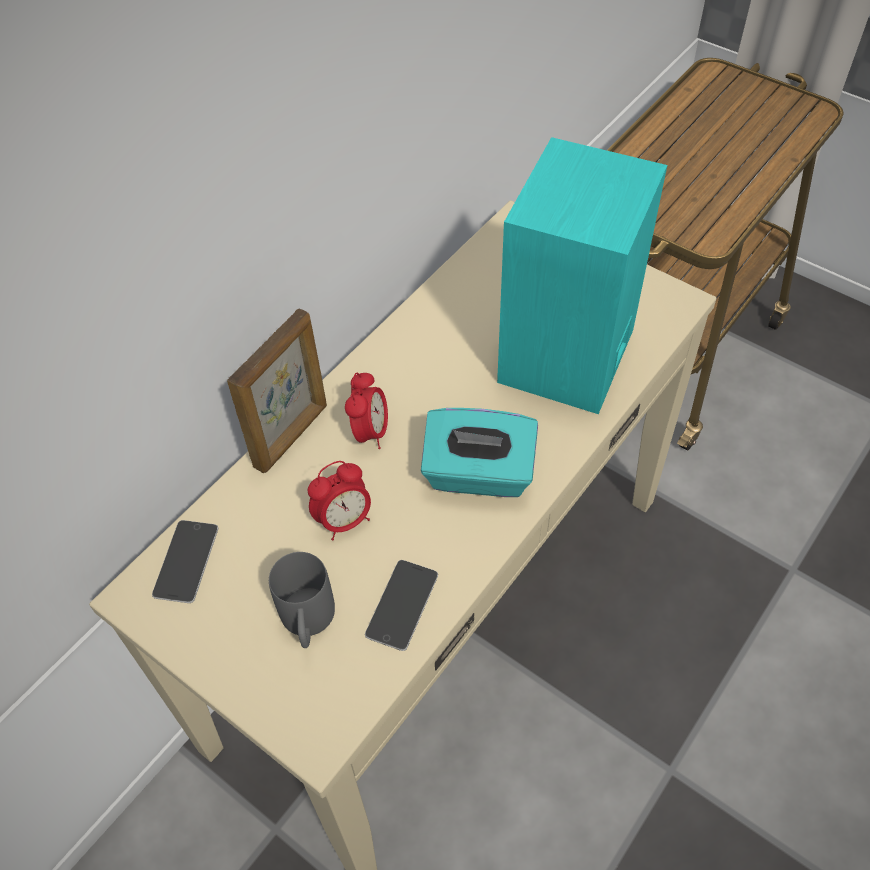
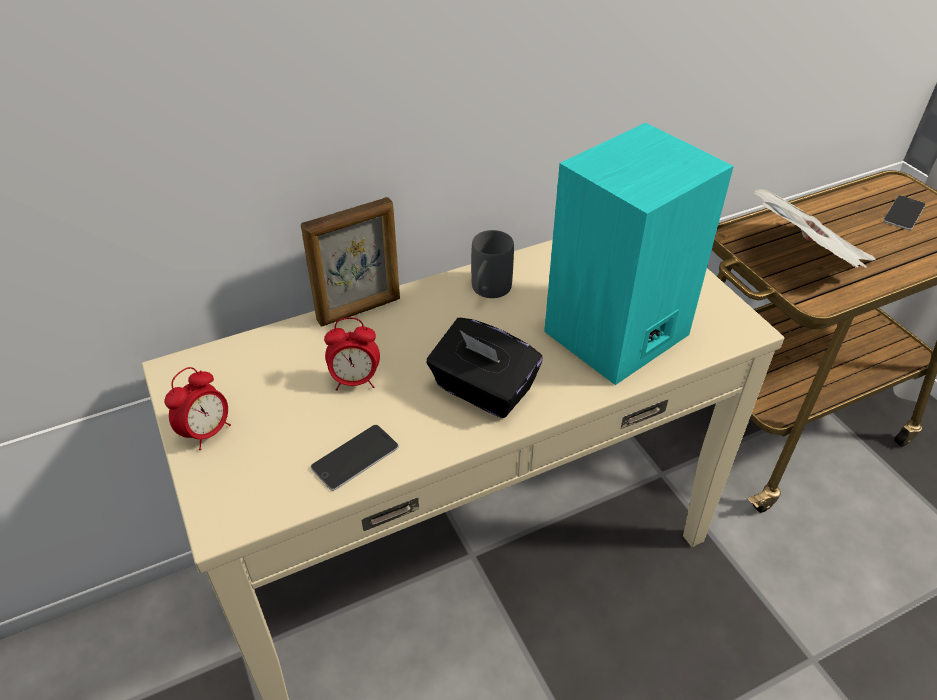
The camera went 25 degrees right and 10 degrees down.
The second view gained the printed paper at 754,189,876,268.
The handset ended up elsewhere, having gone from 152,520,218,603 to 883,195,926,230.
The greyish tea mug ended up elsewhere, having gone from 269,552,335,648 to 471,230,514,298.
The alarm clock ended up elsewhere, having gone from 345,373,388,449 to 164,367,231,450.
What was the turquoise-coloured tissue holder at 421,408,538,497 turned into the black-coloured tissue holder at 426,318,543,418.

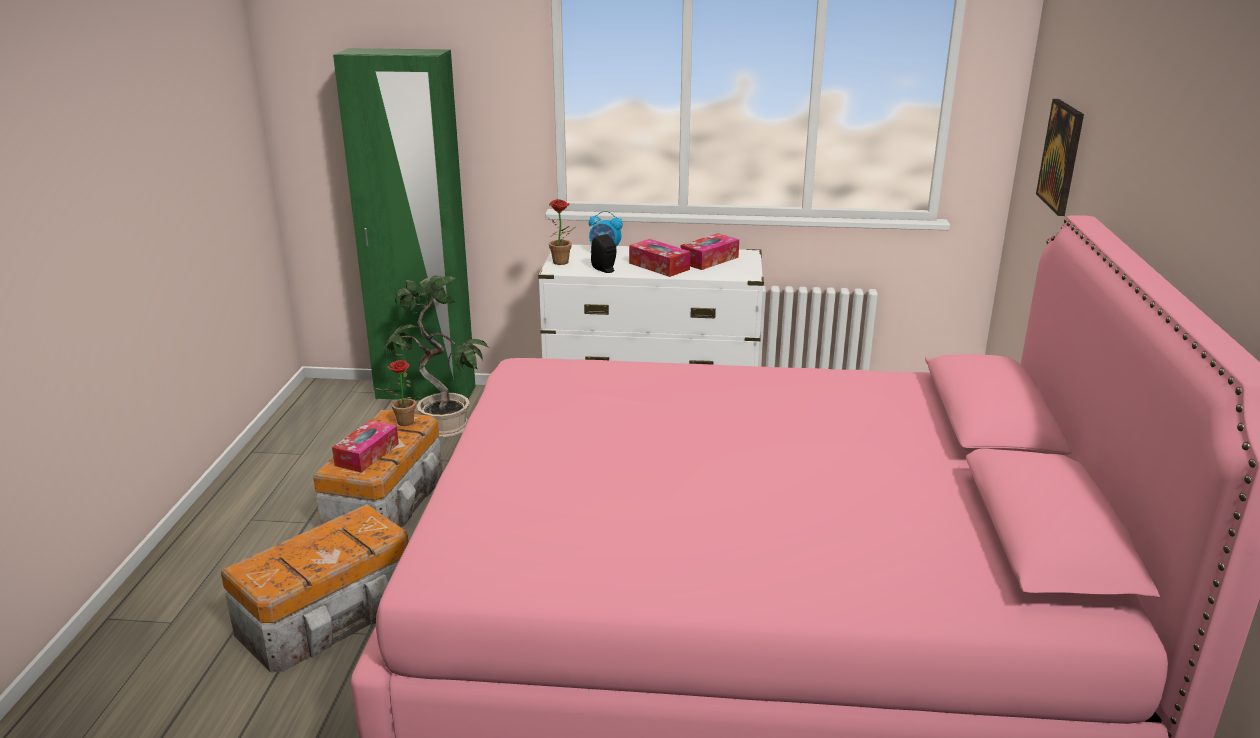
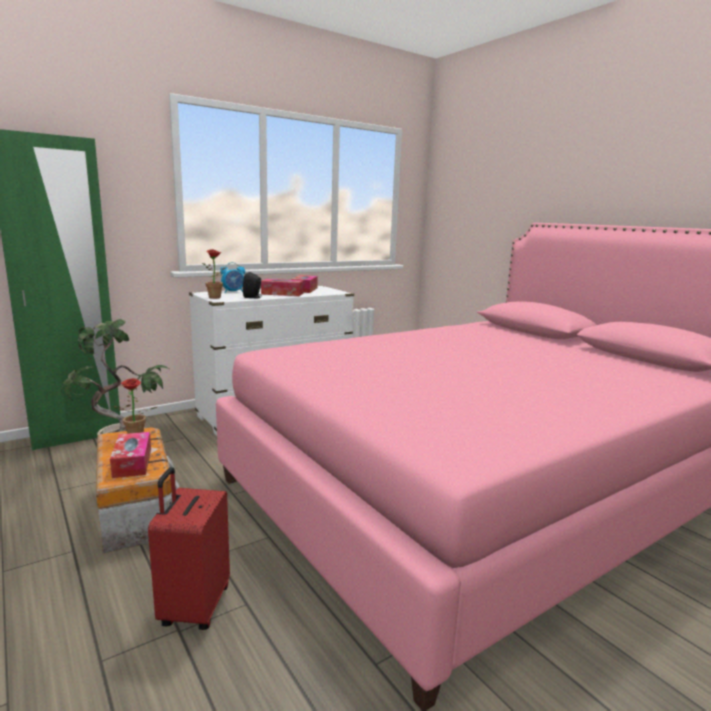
The camera went 40 degrees left and 10 degrees down.
The second view lost the wall art at 1036,99,1084,216.
Where the storage bin stood at 221,504,408,672, the red suitcase came to stand at 148,467,230,630.

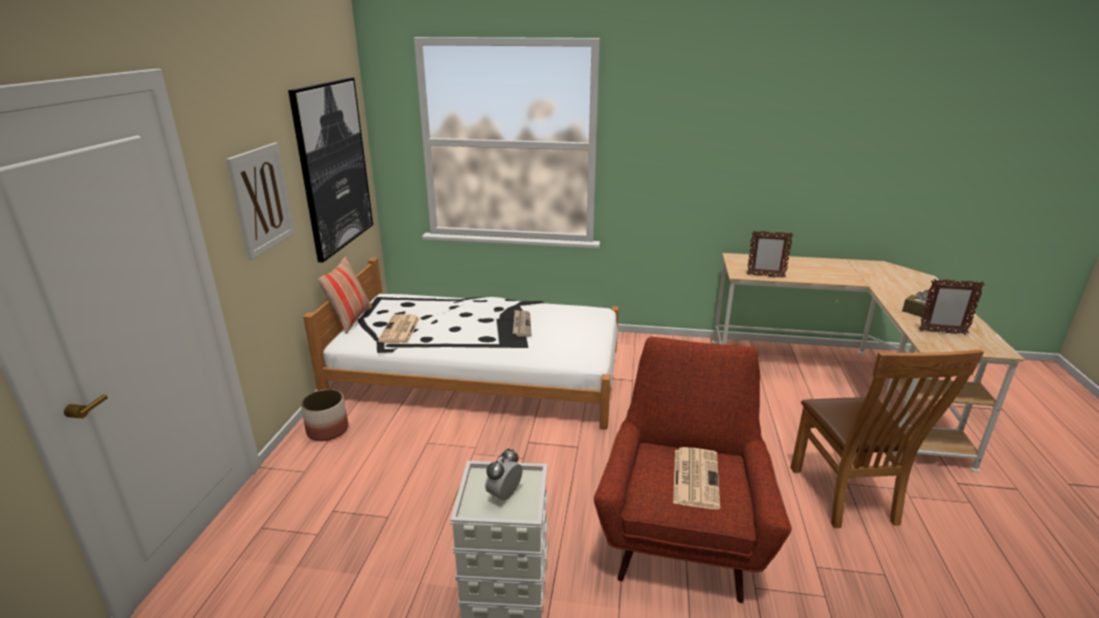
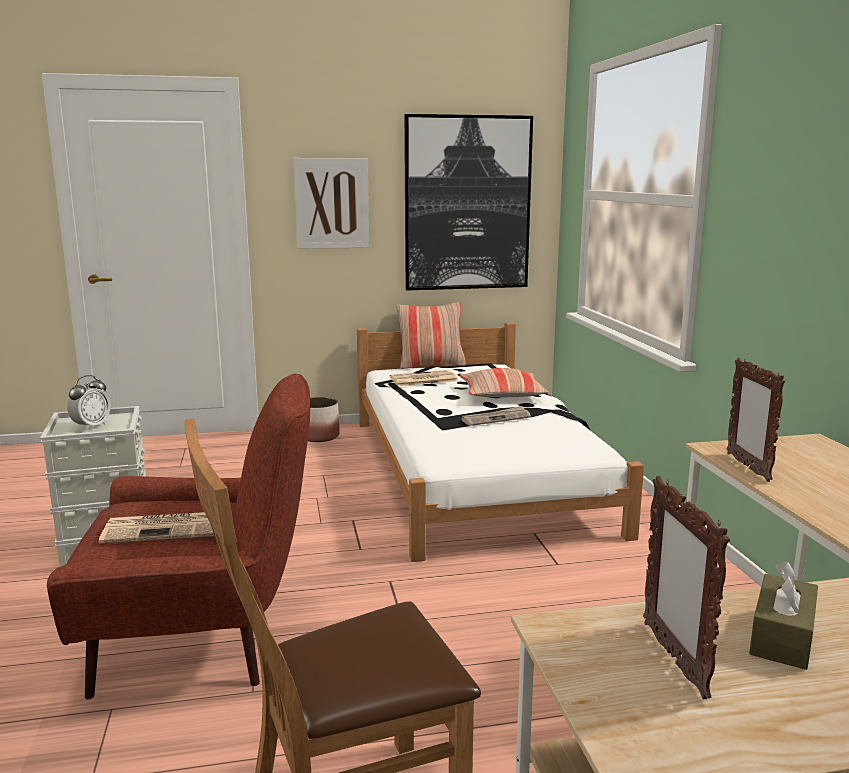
The camera went 70 degrees right and 10 degrees down.
The second view gained the pillow at 459,368,549,397.
The alarm clock at 485,448,522,500 ended up facing another way, 105 degrees clockwise from before.

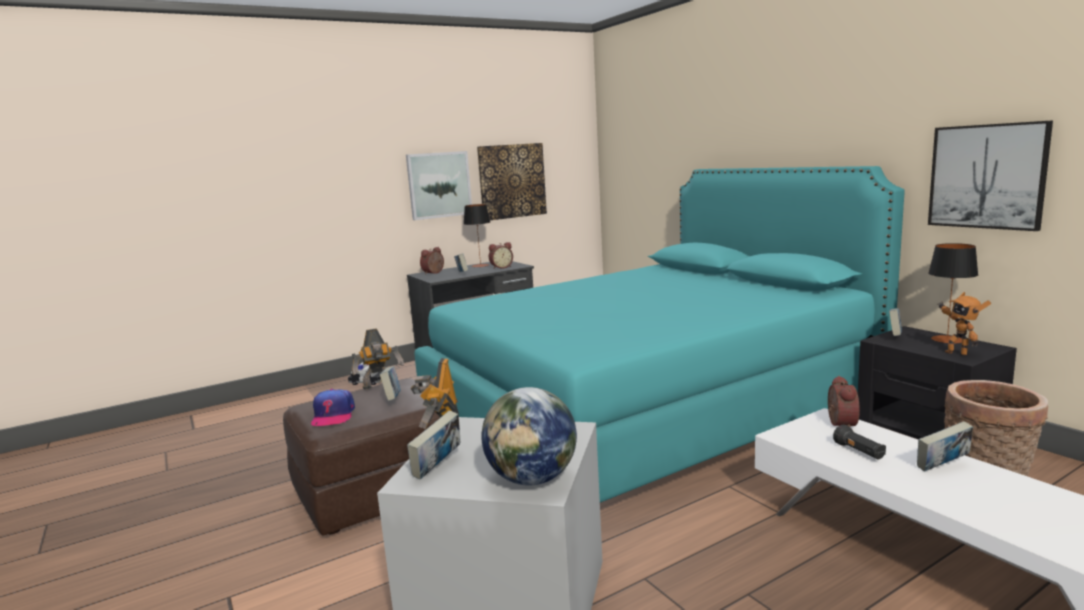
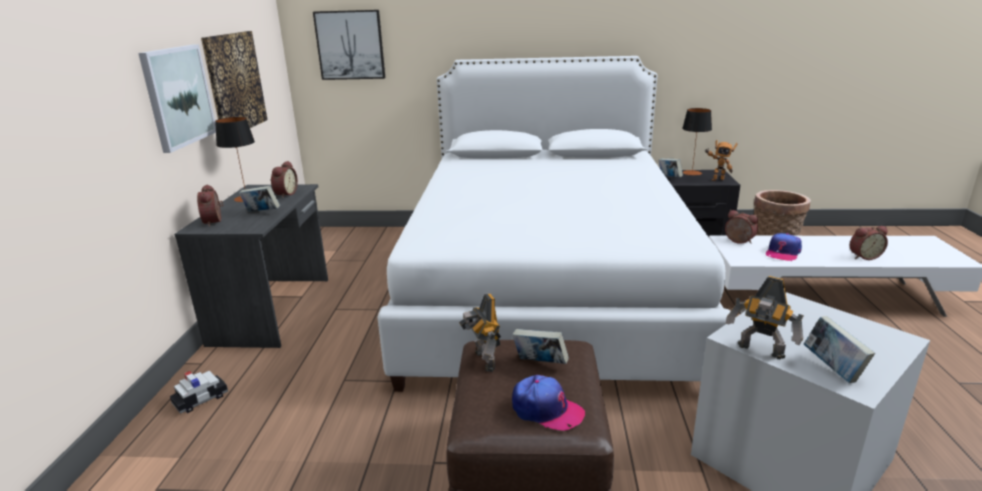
The camera went 55 degrees left and 10 degrees up.
The second view lost the globe at 481,387,577,486.
The second view lost the bound book at 917,421,973,472.
The second view gained the alarm clock at 850,226,888,260.
The wall art ended up elsewhere, having gone from 928,120,1053,231 to 313,10,385,80.
Where the black-coloured flashlight stood at 833,425,886,459, the baseball cap came to stand at 766,233,802,261.
What was the turquoise-coloured sleeping bed at 414,166,905,503 turned into the white-coloured sleeping bed at 377,56,731,392.
The toy robot at 351,329,404,389 ended up facing another way, 150 degrees clockwise from before.

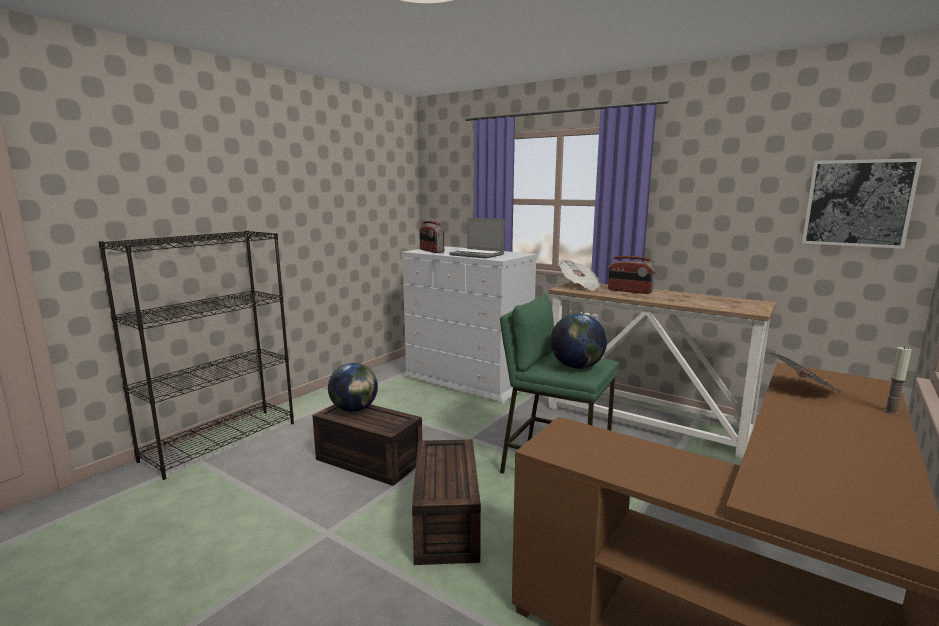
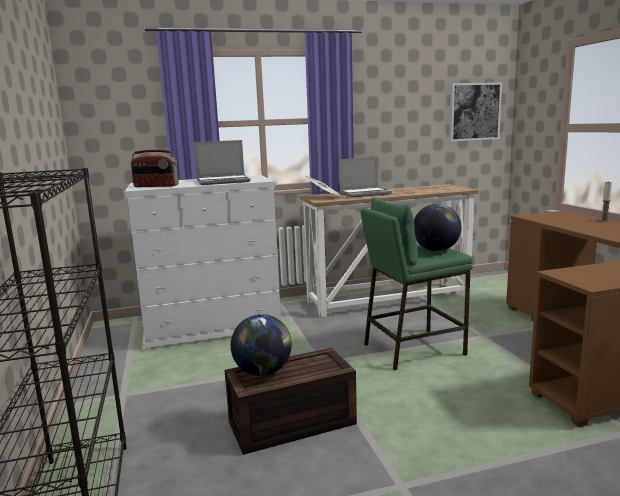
The camera went 50 degrees left and 0 degrees up.
The second view lost the brown-coloured storage bin at 412,439,481,565.
The second view lost the printed paper at 766,352,845,393.
Where the radio stood at 608,256,656,294, the portable computer came to stand at 339,157,392,197.

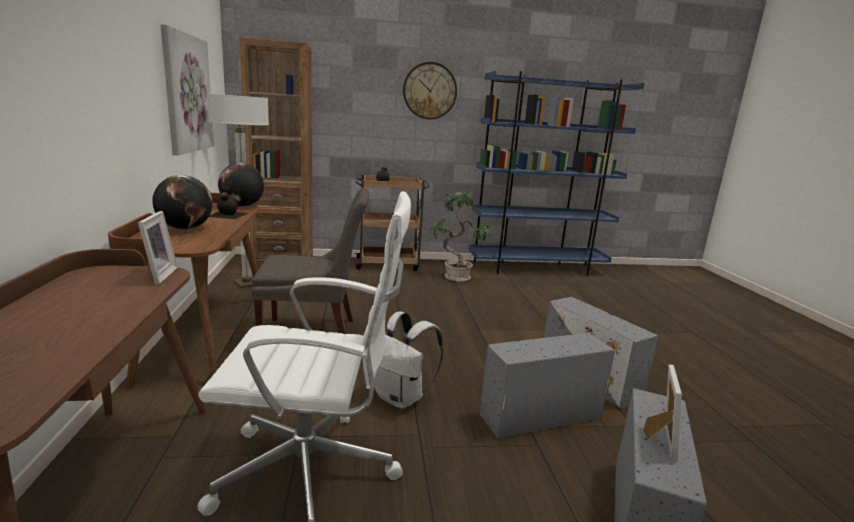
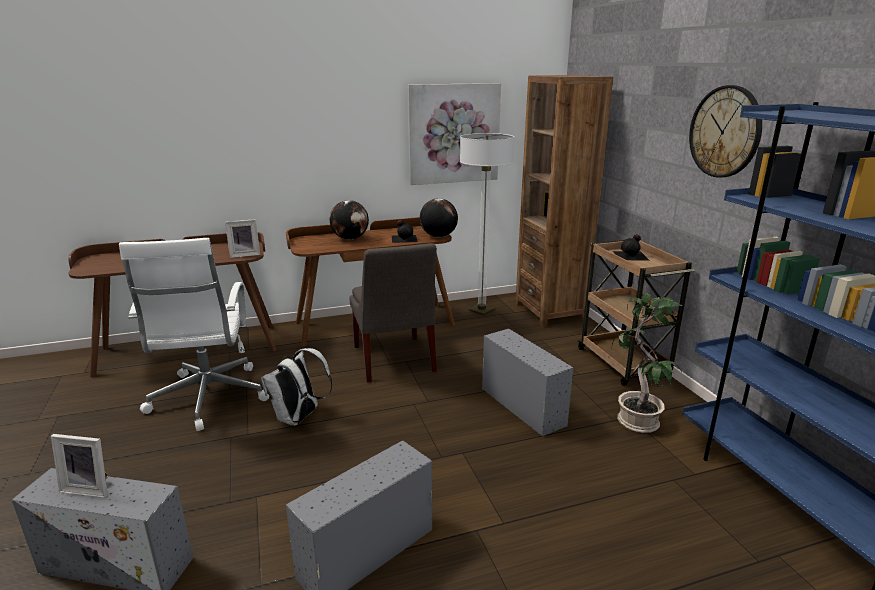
The camera went 80 degrees right and 5 degrees up.
The greyish storage bin ended up elsewhere, having gone from 480,333,615,439 to 482,329,573,436.

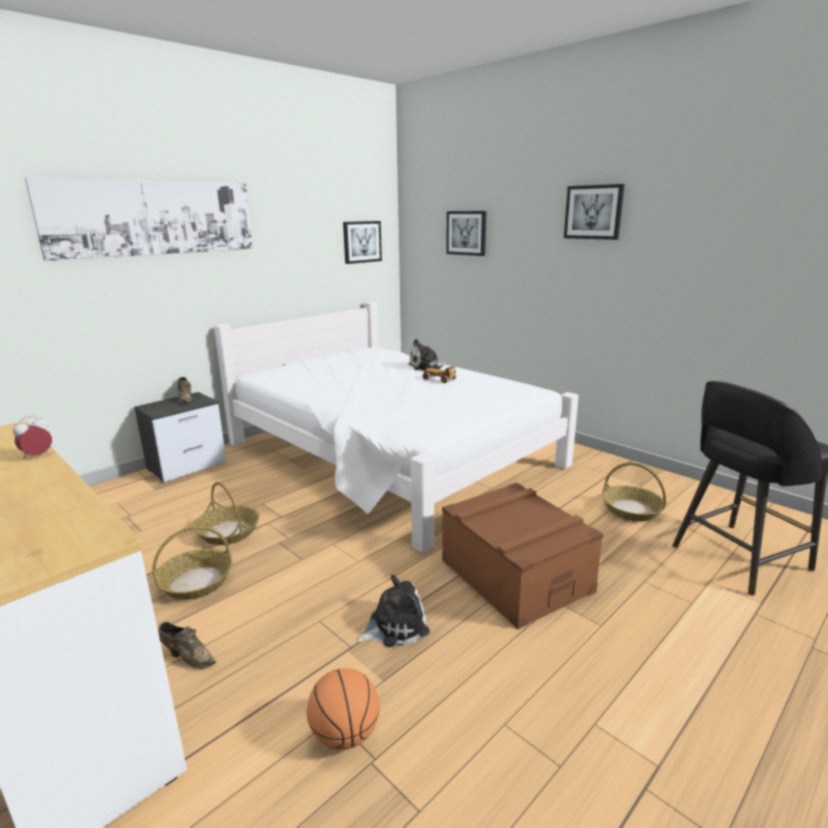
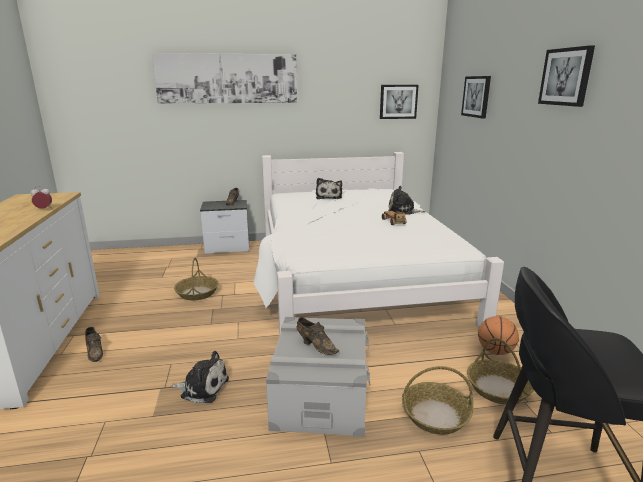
The camera went 35 degrees right and 0 degrees up.
The second view gained the brown-coloured shoe at 296,317,339,355.
The second view gained the soft toy at 316,178,342,199.
The household basket ended up elsewhere, having gone from 152,526,232,600 to 402,366,473,435.
The ball for basketball ended up elsewhere, having gone from 307,668,380,750 to 478,316,519,355.
What was the brown-coloured storage bin at 442,483,603,629 turned into the greyish storage bin at 266,317,370,437.

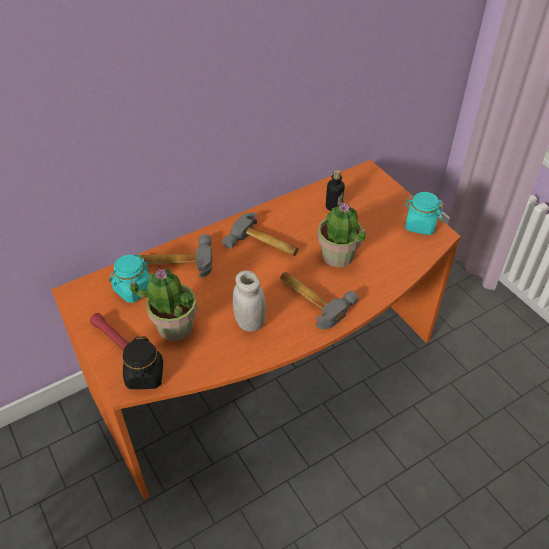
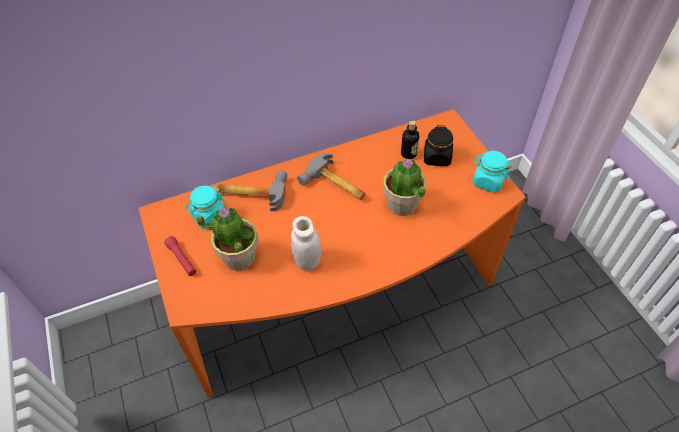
The camera went 10 degrees right and 5 degrees up.
The second view lost the hand hammer at 280,272,359,329.
The black-coloured jar ended up elsewhere, having gone from 123,336,163,389 to 424,125,453,166.

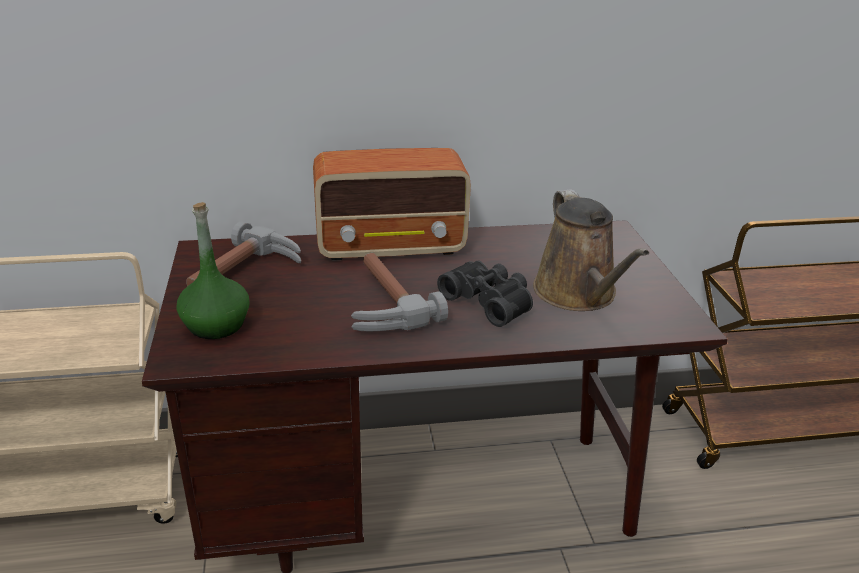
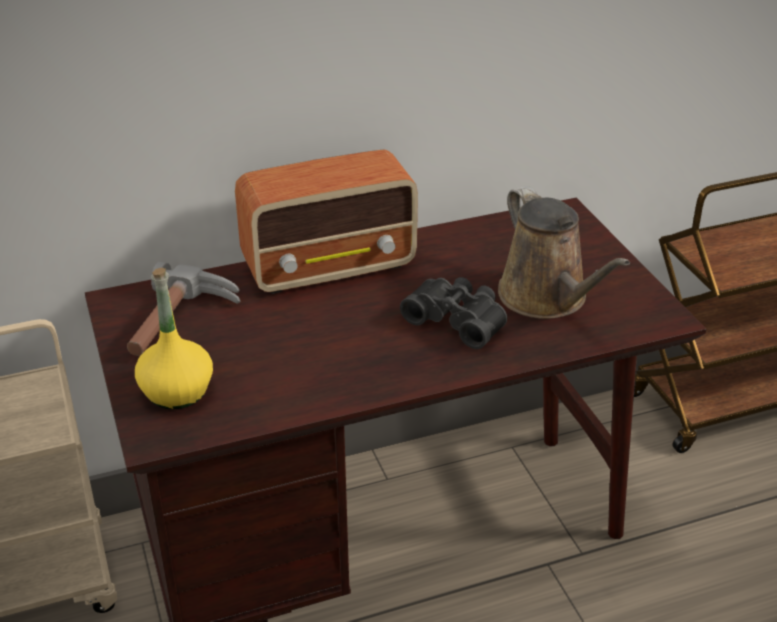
The camera went 10 degrees left and 5 degrees up.
The second view lost the hand hammer at 351,253,448,331.
What was the green-coloured beverage bottle at 176,202,250,339 turned into the yellow-coloured beverage bottle at 135,268,213,409.

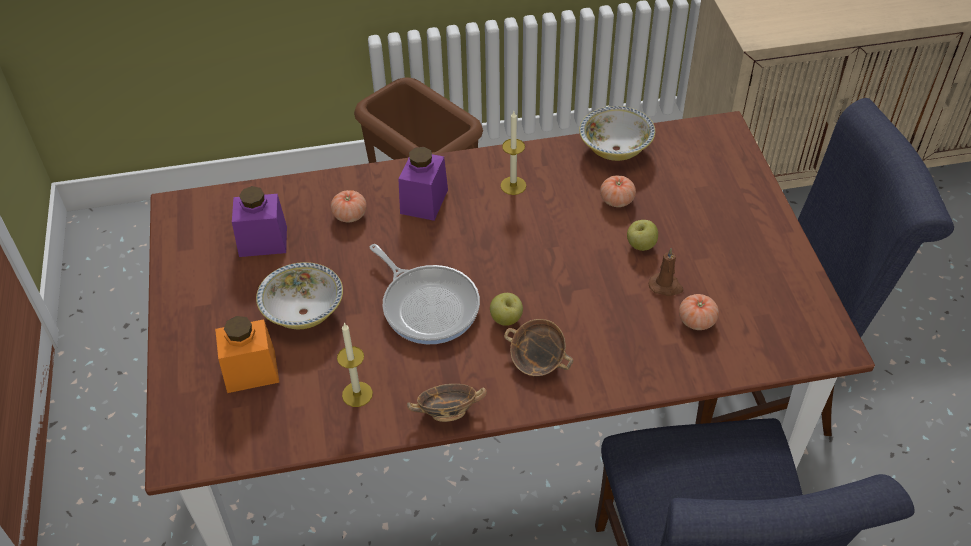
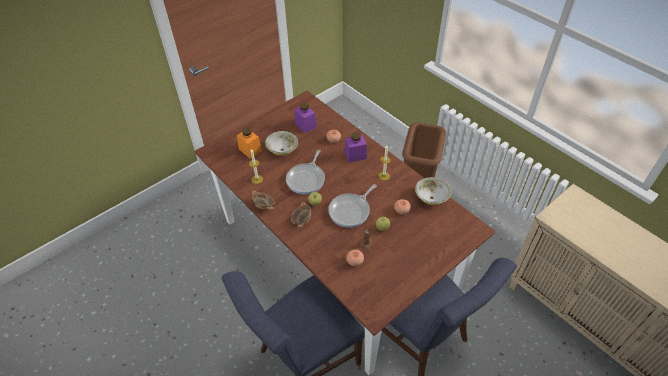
The camera went 60 degrees right and 0 degrees up.
The second view gained the pan at 328,184,377,228.

